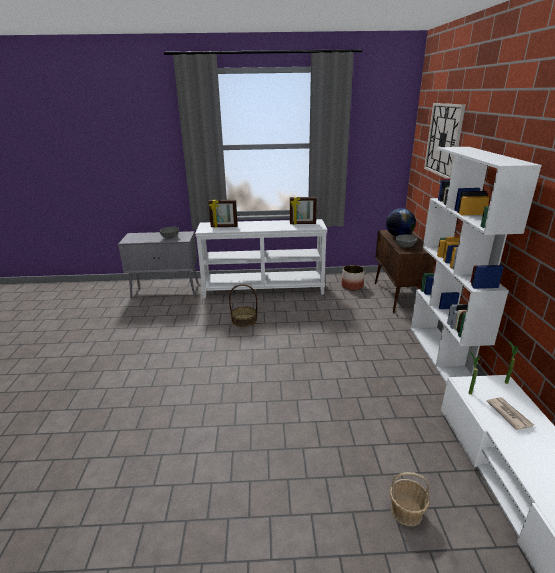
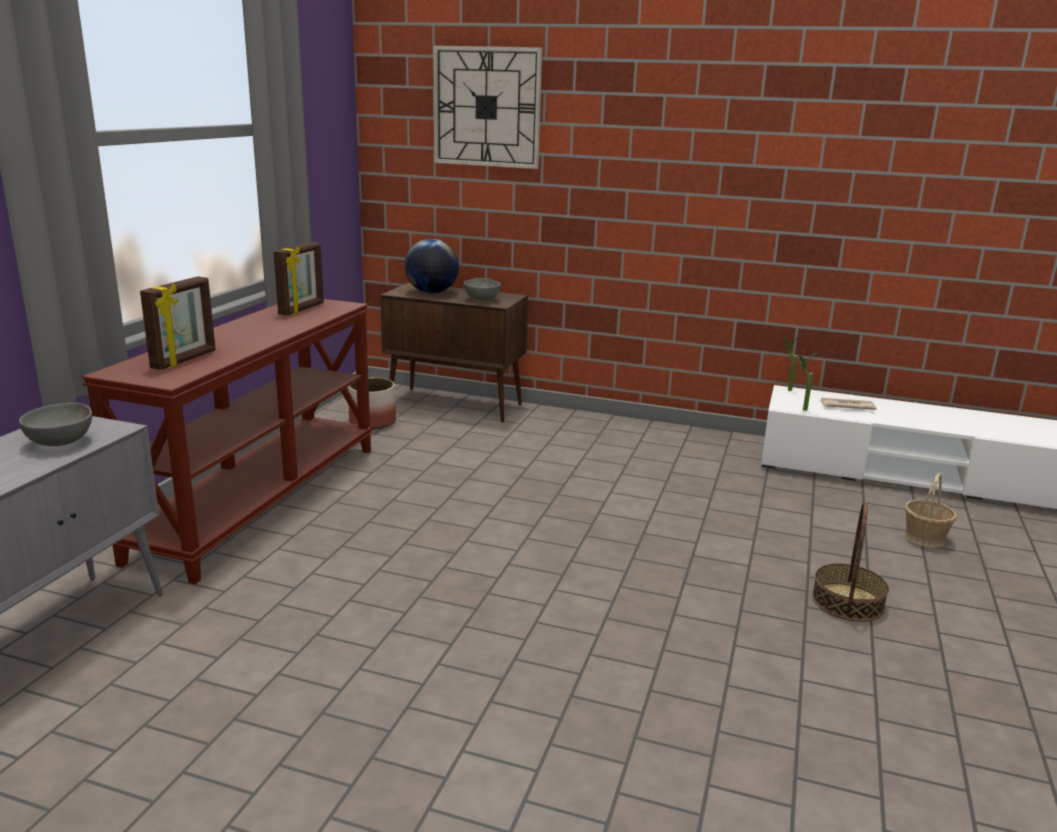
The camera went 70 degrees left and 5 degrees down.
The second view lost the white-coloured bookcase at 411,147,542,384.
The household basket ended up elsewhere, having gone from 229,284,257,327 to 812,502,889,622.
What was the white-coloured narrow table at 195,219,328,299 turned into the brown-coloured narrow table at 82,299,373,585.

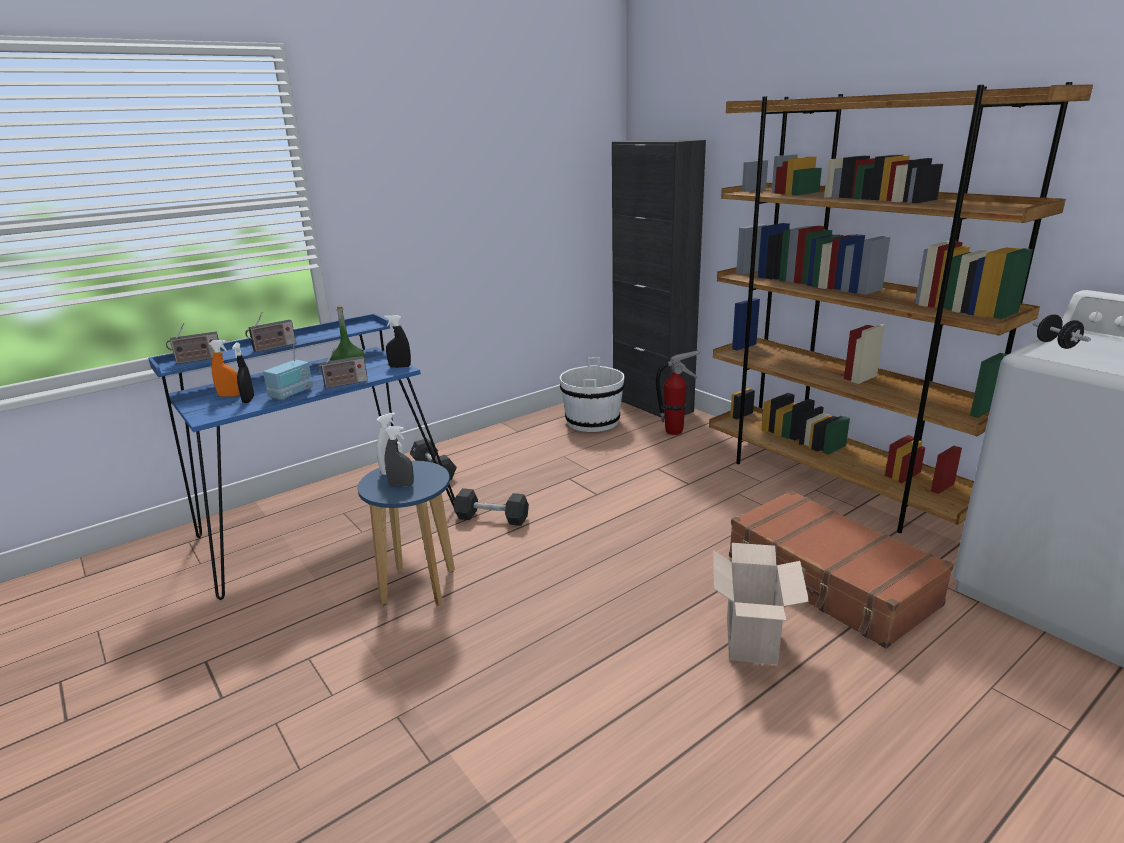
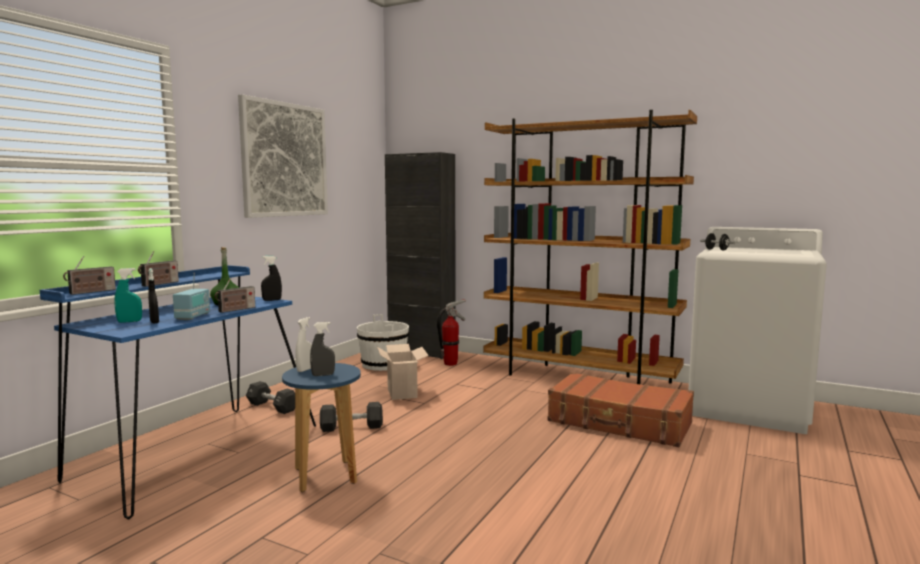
The camera went 25 degrees left and 15 degrees down.
The second view gained the wall art at 238,94,328,218.
The packing box ended up elsewhere, having gone from 713,543,809,665 to 377,344,429,400.
What was the orange-coloured spray bottle at 209,340,240,397 turned into the turquoise-coloured spray bottle at 114,268,142,323.

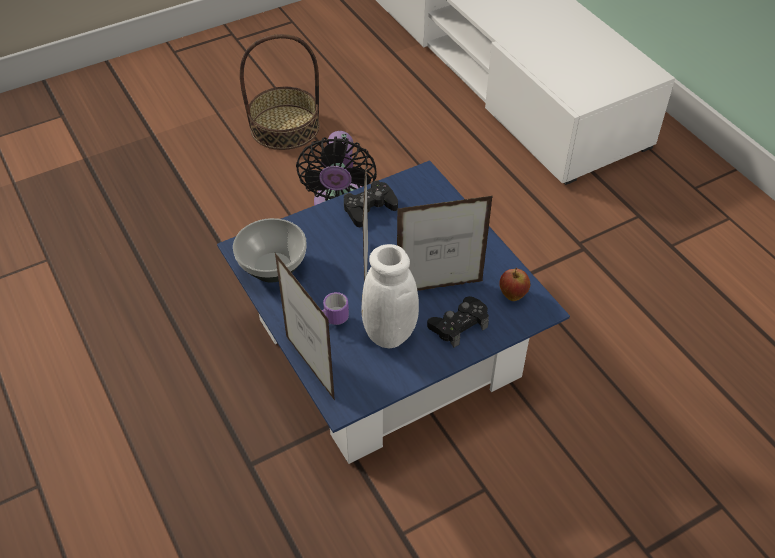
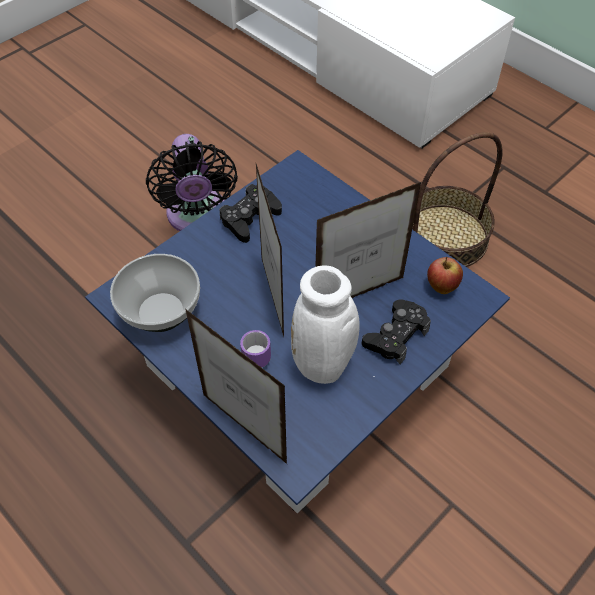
The camera went 15 degrees left and 5 degrees up.
The household basket ended up elsewhere, having gone from 240,34,320,150 to 412,132,503,267.

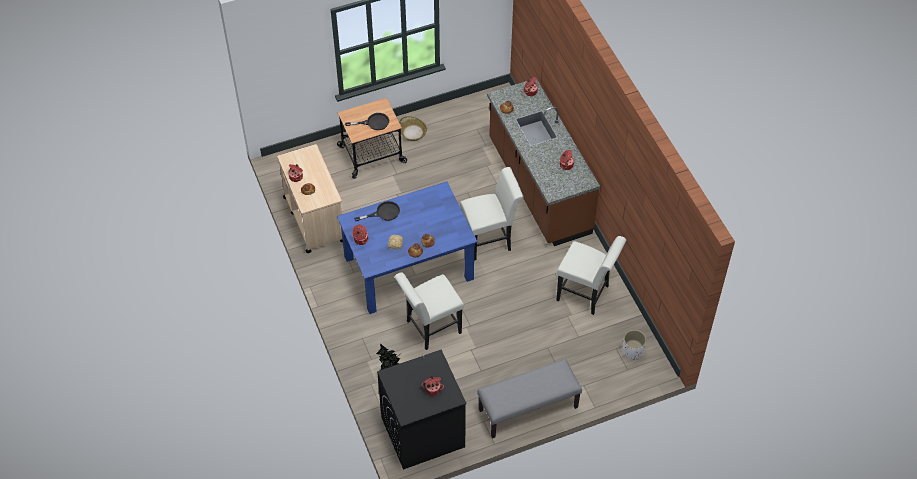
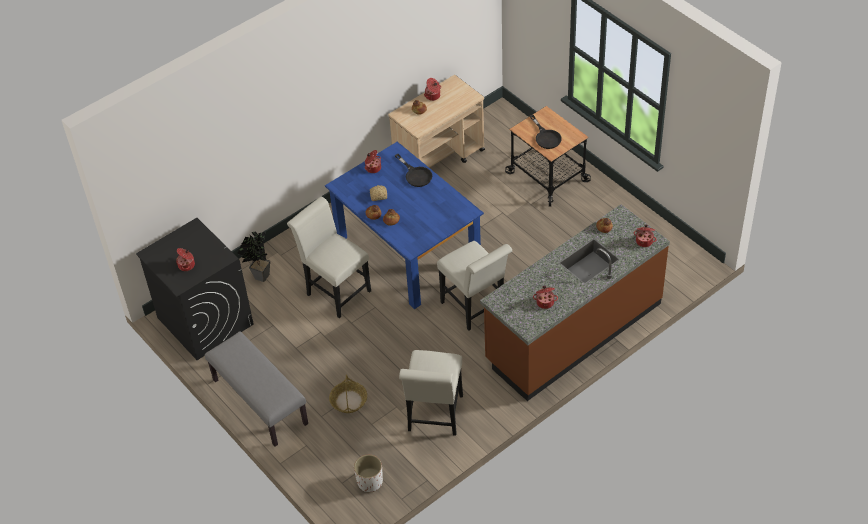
The camera went 75 degrees right and 5 degrees down.
The household basket ended up elsewhere, having gone from 399,116,427,141 to 329,374,367,413.

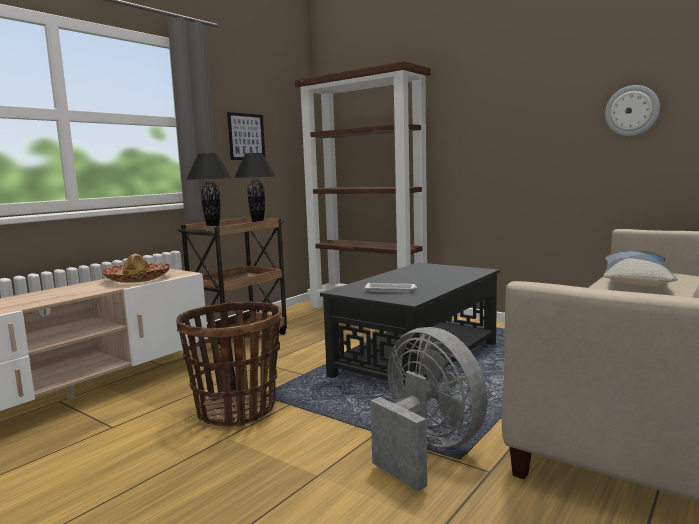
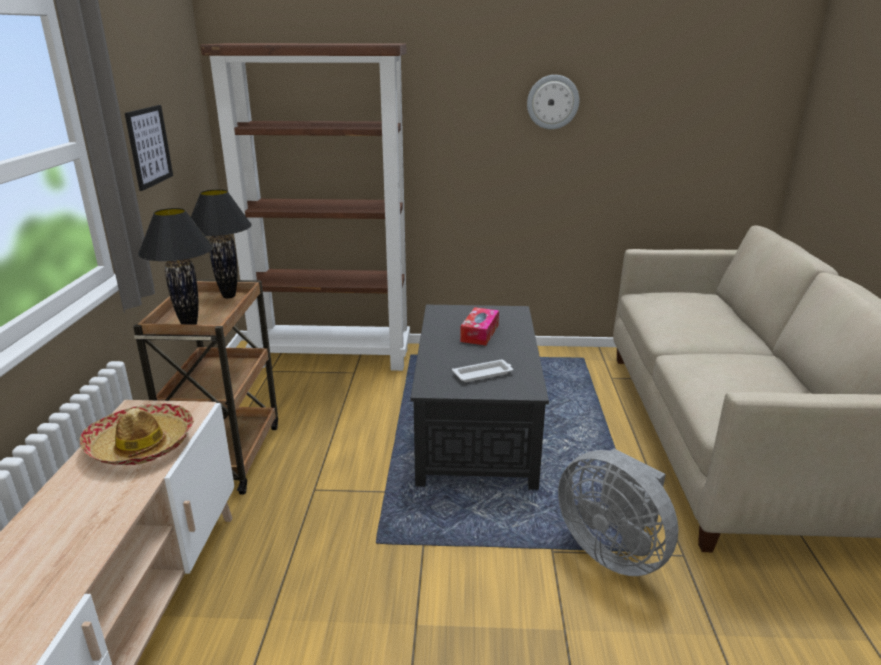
The camera went 35 degrees left and 15 degrees up.
The second view lost the household basket at 176,302,283,427.
The second view lost the pillow at 603,251,678,286.
The second view gained the tissue holder at 460,307,499,346.
The hanging clock ended up elsewhere, having gone from 605,85,660,136 to 527,75,579,129.
The greyish fan at 370,327,488,492 ended up facing another way, 150 degrees counterclockwise from before.

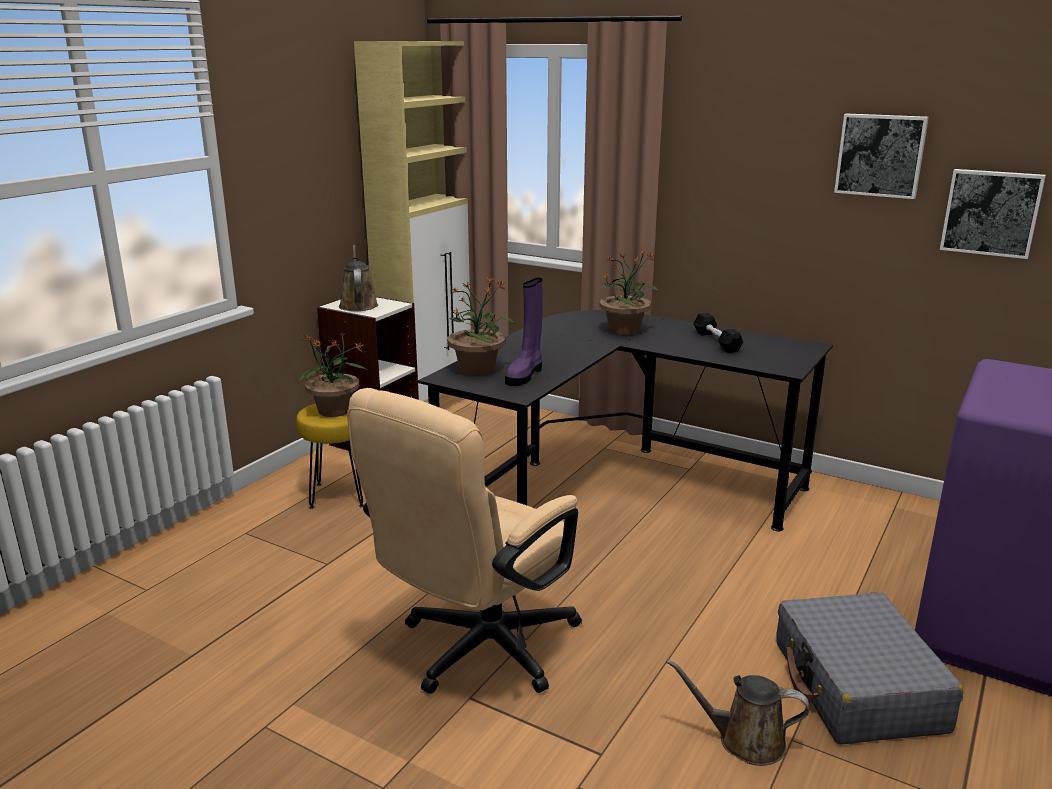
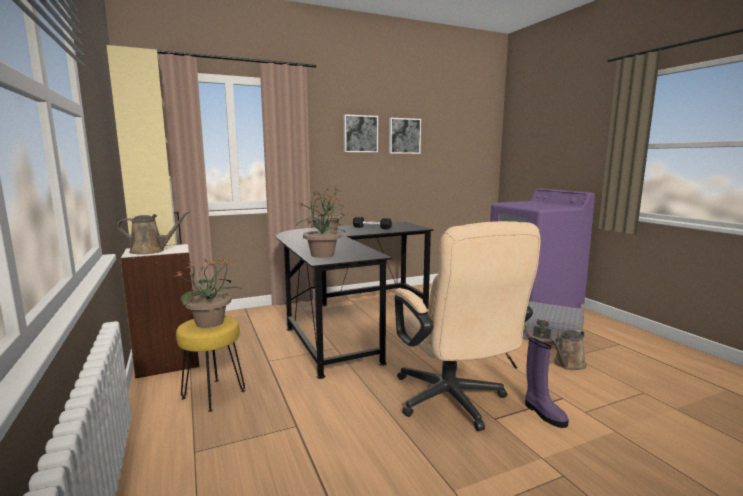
The camera went 55 degrees left and 10 degrees down.
The purplish tall boot ended up elsewhere, having gone from 505,278,543,386 to 525,338,569,428.
The wall art ended up elsewhere, having gone from 940,169,1046,259 to 343,114,378,152.
The brown-coloured watering can at 339,245,378,311 ended up facing another way, 150 degrees clockwise from before.

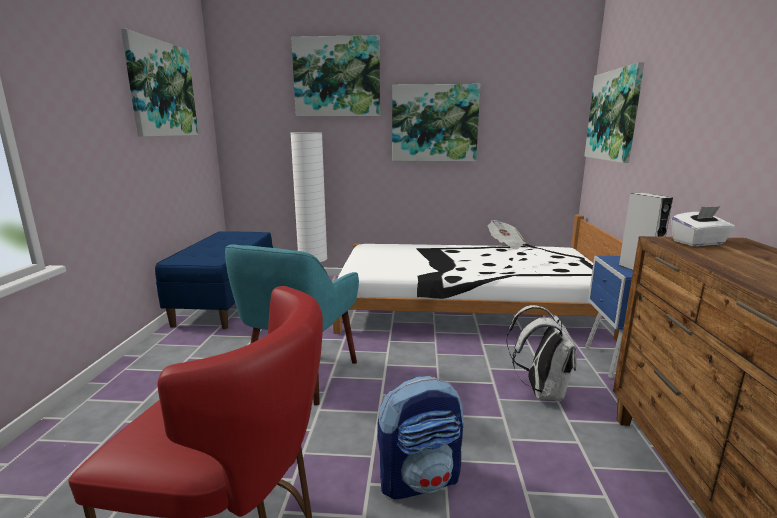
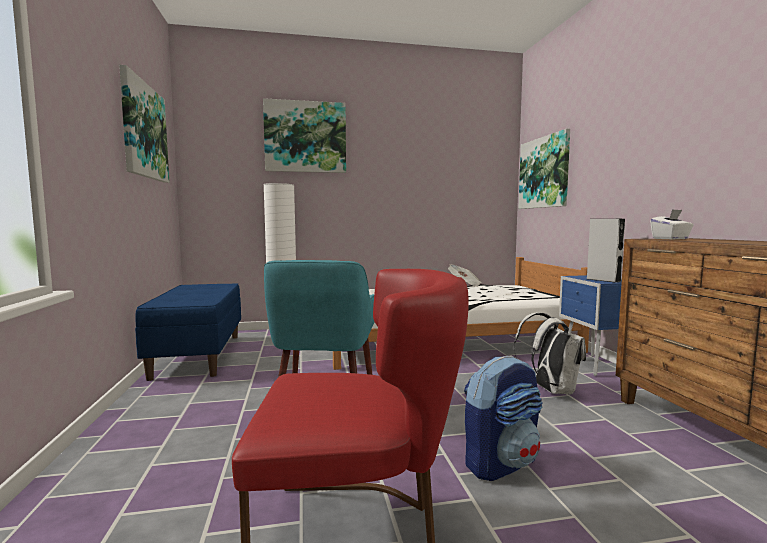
The camera went 15 degrees left and 10 degrees down.
The second view lost the wall art at 392,84,480,161.

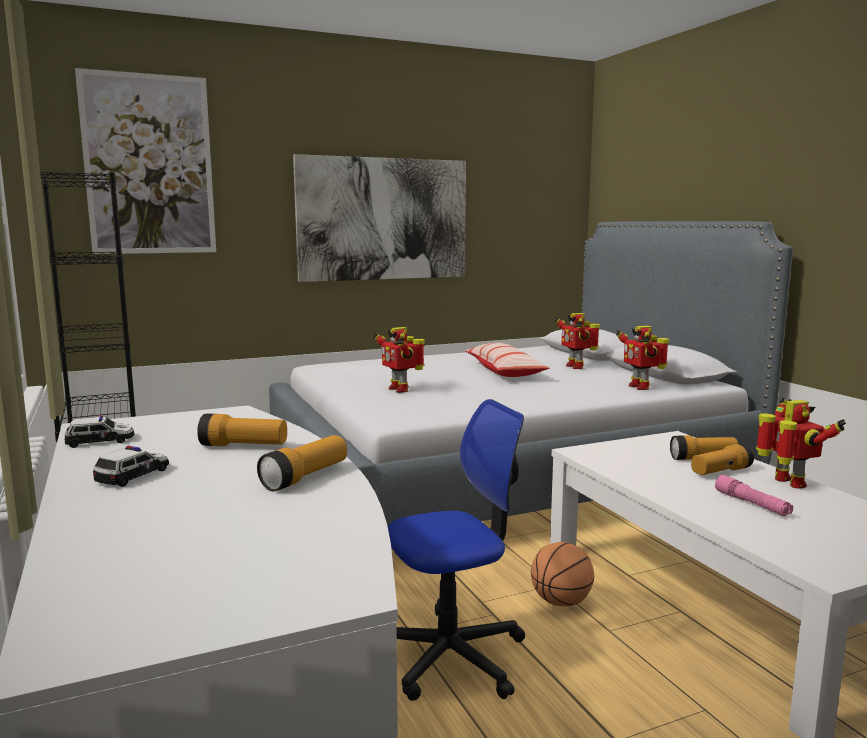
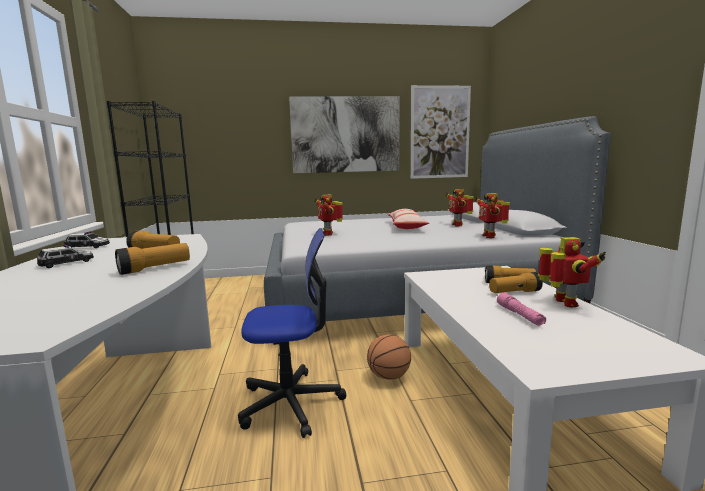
The camera went 15 degrees right and 0 degrees up.
The wall art ended up elsewhere, having gone from 75,68,216,254 to 411,85,471,179.

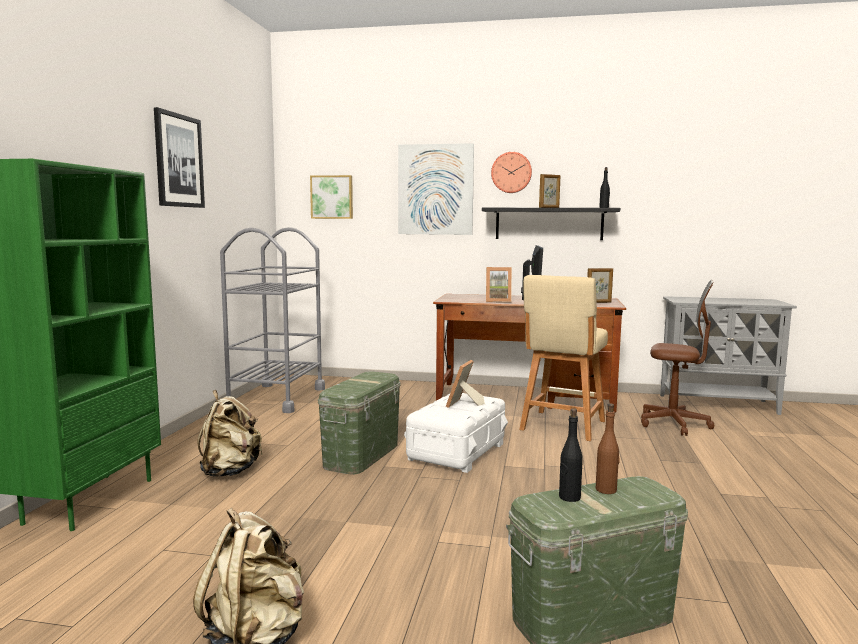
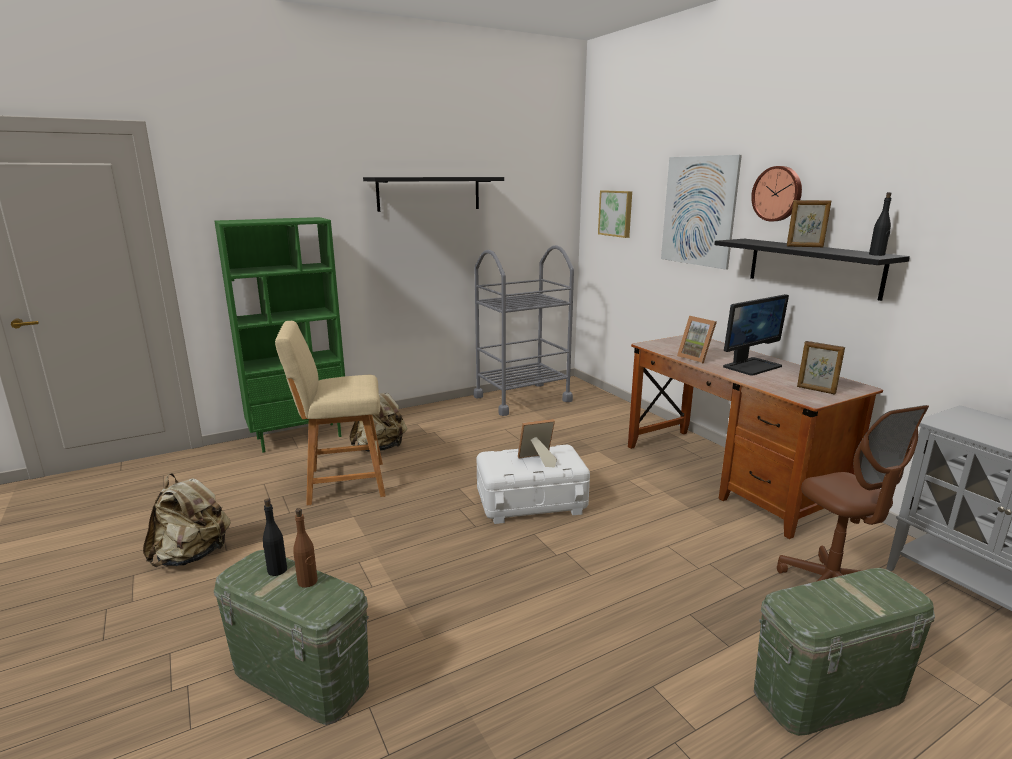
The camera went 50 degrees right and 10 degrees up.
The green-coloured storage bin ended up elsewhere, having gone from 318,371,401,475 to 754,568,935,736.
The sand-coloured stool ended up elsewhere, having gone from 519,275,608,441 to 275,321,386,506.
Where the wall art hung at 154,107,205,208, the black-coloured shelf came to hang at 363,177,504,212.

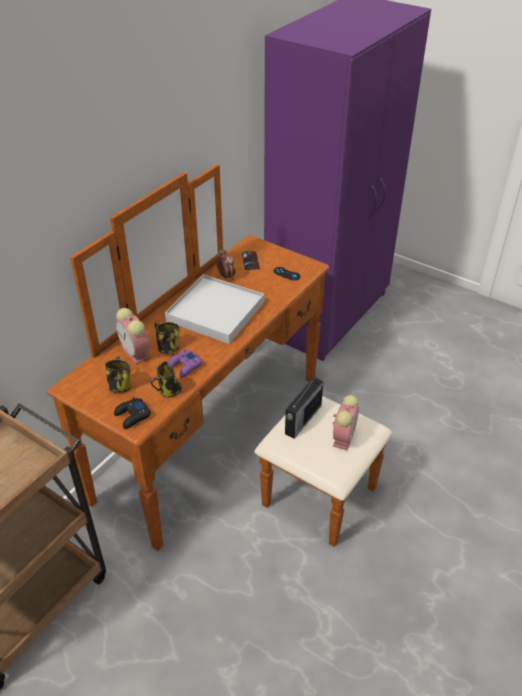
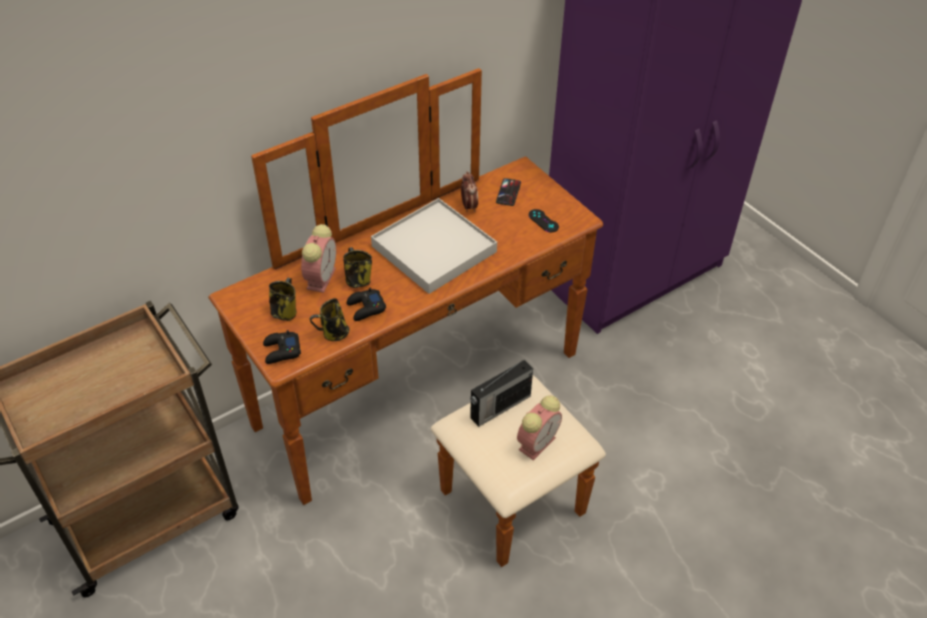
The camera went 20 degrees right and 5 degrees up.
What was the purplish joypad at 168,349,202,378 turned into the black-coloured joypad at 347,288,386,321.
The alarm clock at 116,308,150,364 ended up facing another way, 150 degrees counterclockwise from before.

